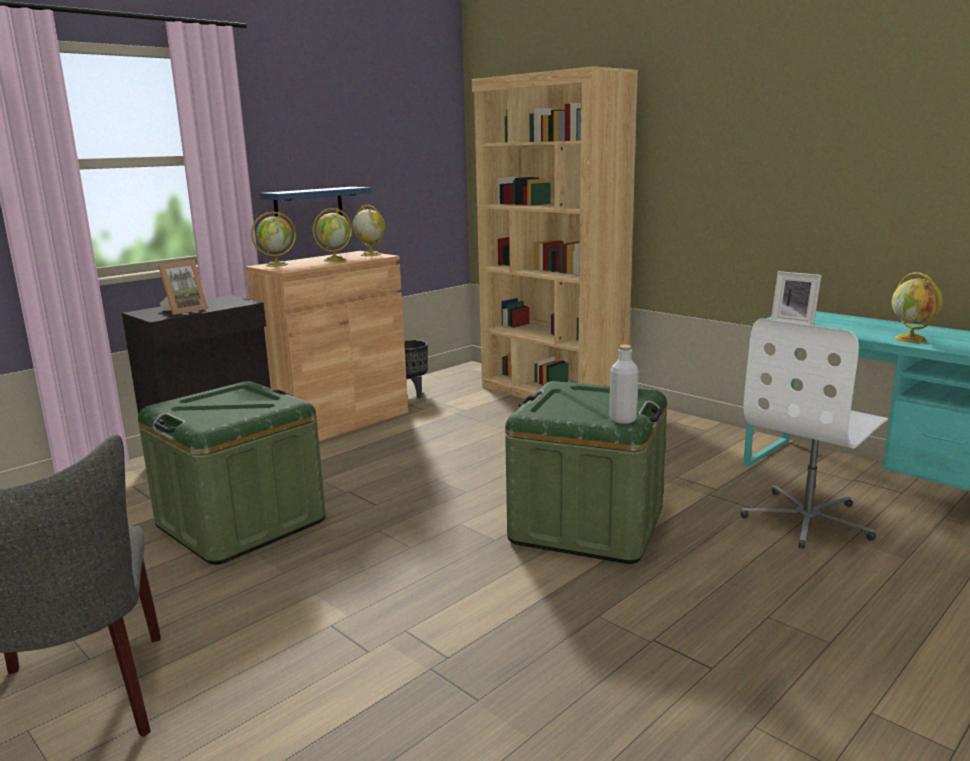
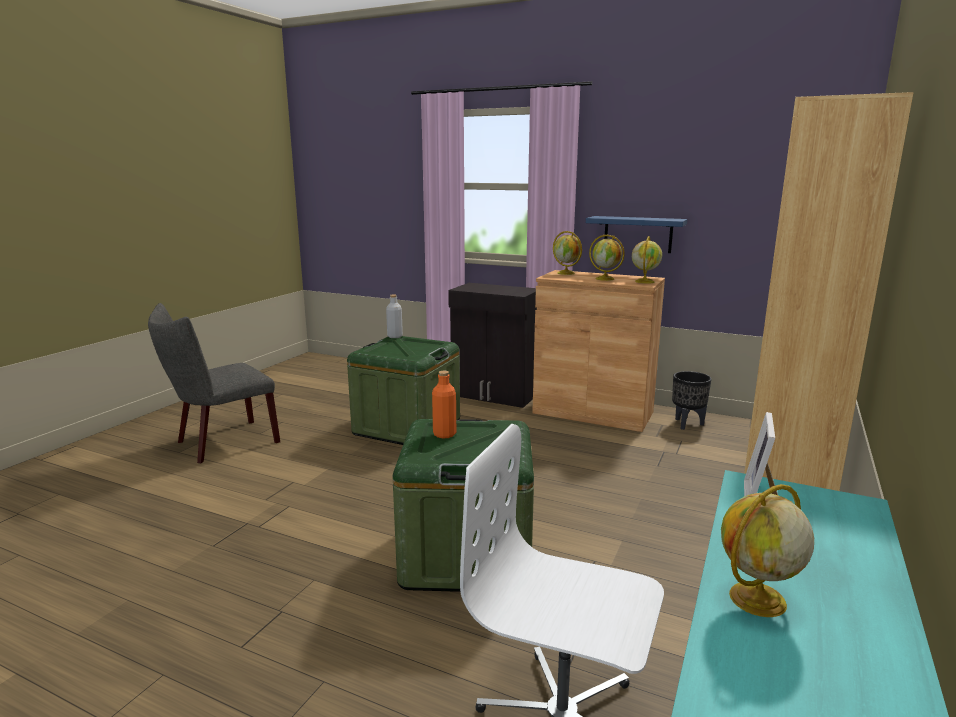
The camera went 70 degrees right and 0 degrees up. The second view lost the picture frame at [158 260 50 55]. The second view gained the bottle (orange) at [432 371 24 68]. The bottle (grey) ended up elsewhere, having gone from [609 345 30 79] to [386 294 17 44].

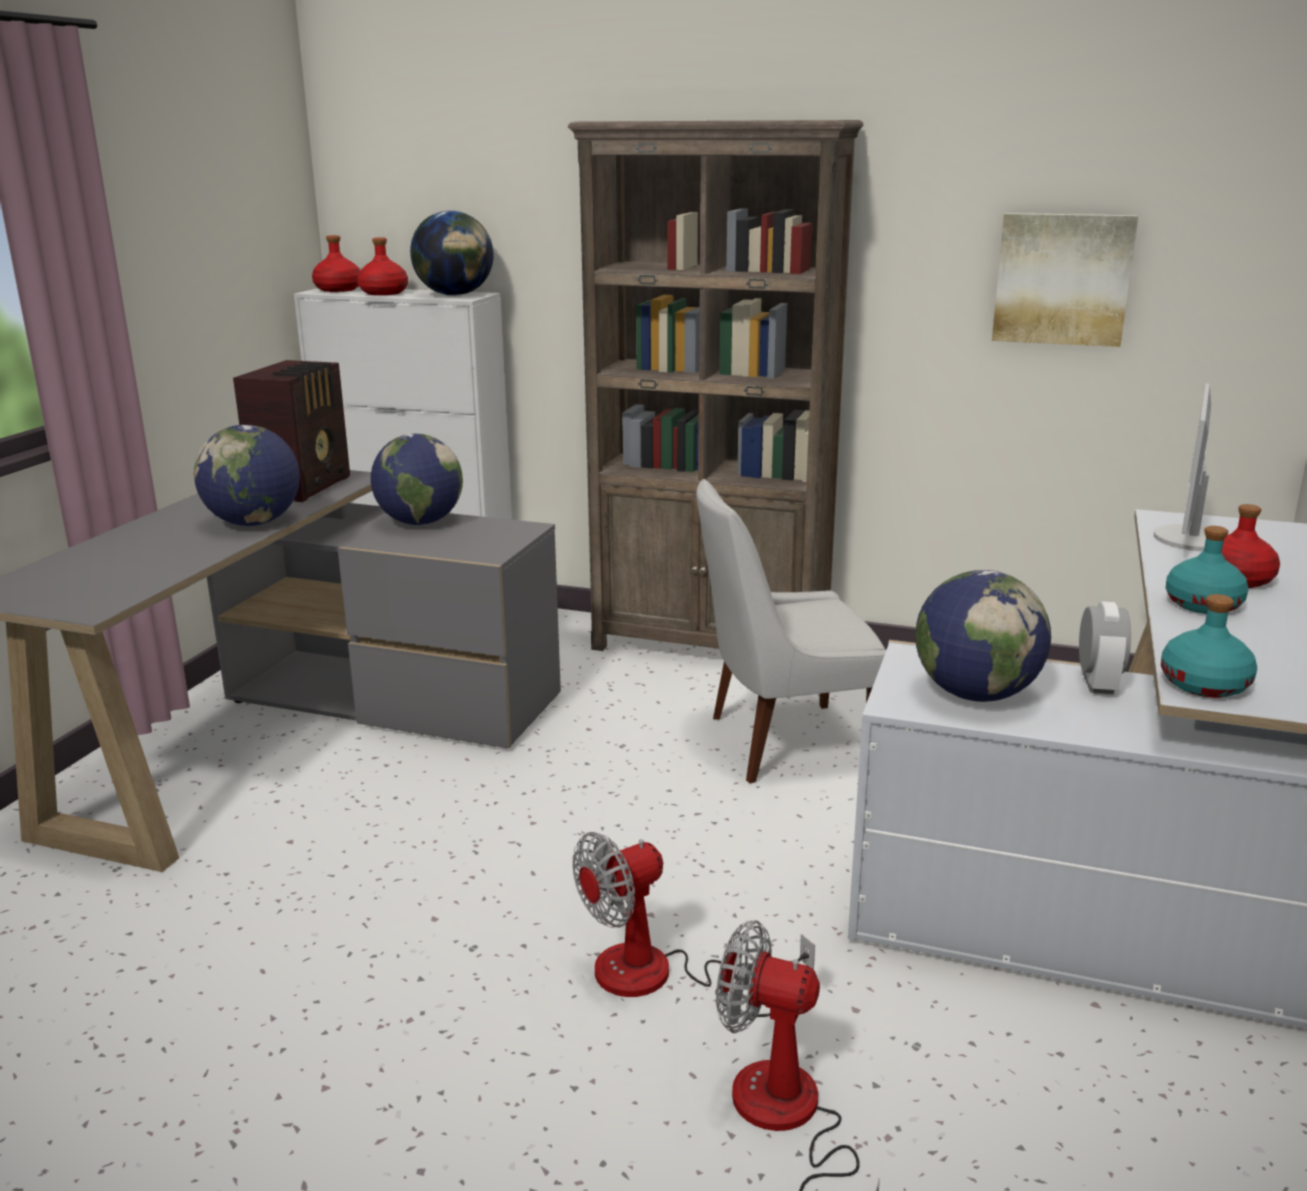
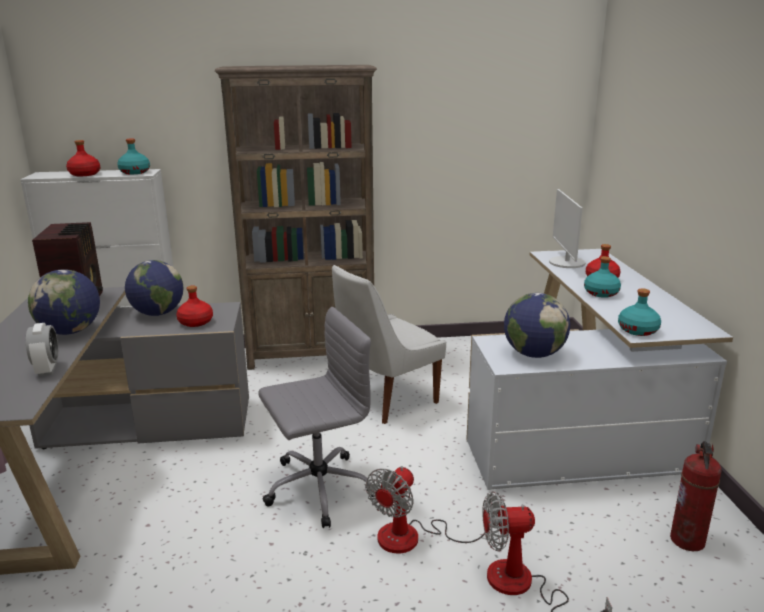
The camera went 25 degrees left and 0 degrees up. The second view lost the picture at [992 213 146 134]. The second view gained the office chair (grey) at [258 307 116 221]. The second view gained the fire extinguisher at [670 441 52 110]. The bottle (red) ended up elsewhere, having gone from [312 235 48 57] to [176 285 37 42]. The alarm clock ended up elsewhere, having gone from [1079 601 52 93] to [26 323 32 53]. Where the globe stood at [410 211 84 85], the bottle (turquoise) came to stand at [117 138 33 36].

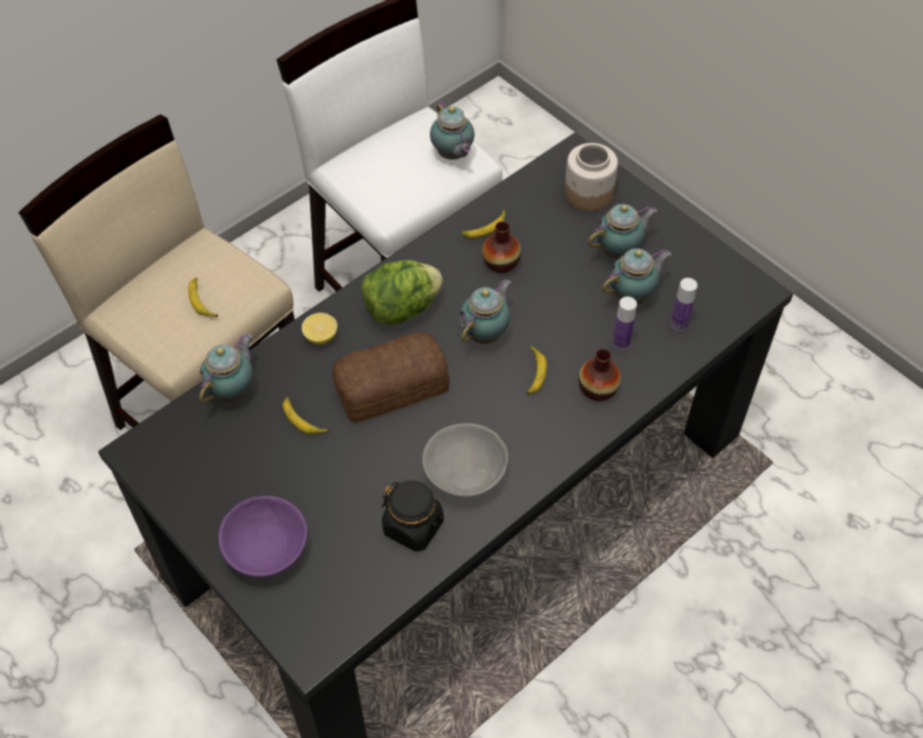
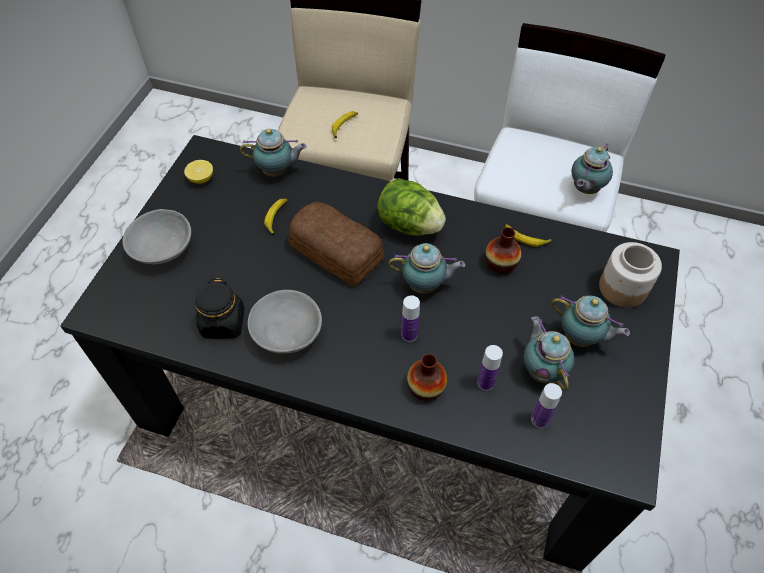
The camera went 60 degrees right and 0 degrees up. The lemon ended up elsewhere, having gone from [302 313 35 31] to [184 160 29 24]. Where the banana stood at [526 346 21 49], the bottle came to stand at [401 295 19 47]. What was the bowl (purple) at [218 496 89 81] turned into the bowl (grey) at [123 209 68 55]. The teapot at [602 248 70 56] ended up facing another way, 135 degrees counterclockwise from before.

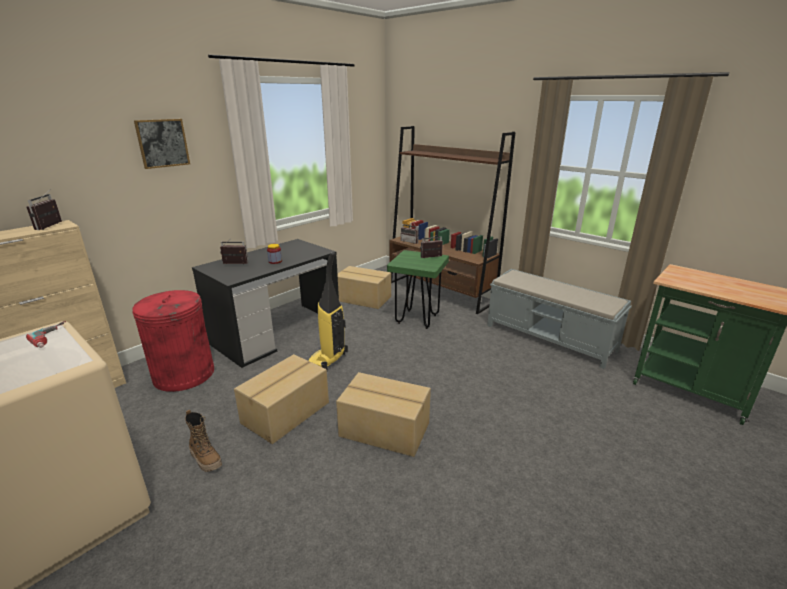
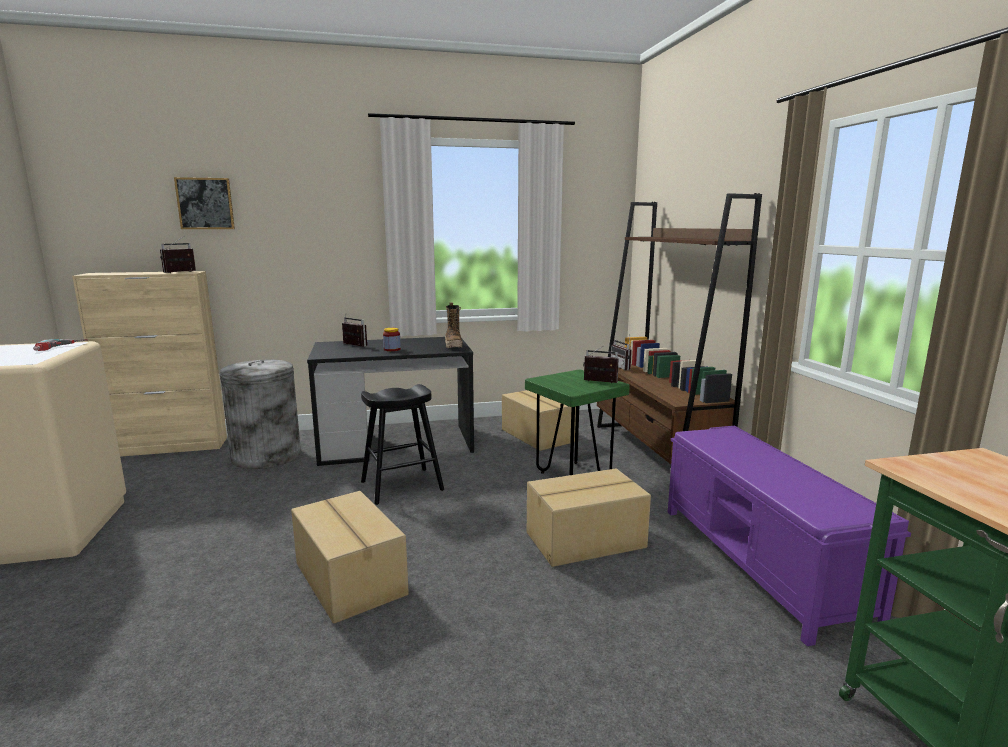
The camera went 35 degrees right and 10 degrees down. The picture ended up elsewhere, having gone from [134 119 56 50] to [174 177 61 52]. The boot ended up elsewhere, having gone from [185 410 37 62] to [445 302 18 46]. The cardboard box ended up elsewhere, having gone from [234 354 95 90] to [527 469 124 98]. Where the vacuum cleaner stood at [308 252 40 118], the stool (black) came to stand at [361 384 83 121]. What was the trash can (red) at [132 290 82 102] turned into the trash can (grey) at [220 360 81 109]. What was the bench (grey) at [487 269 145 100] turned into the bench (purple) at [668 426 243 220].

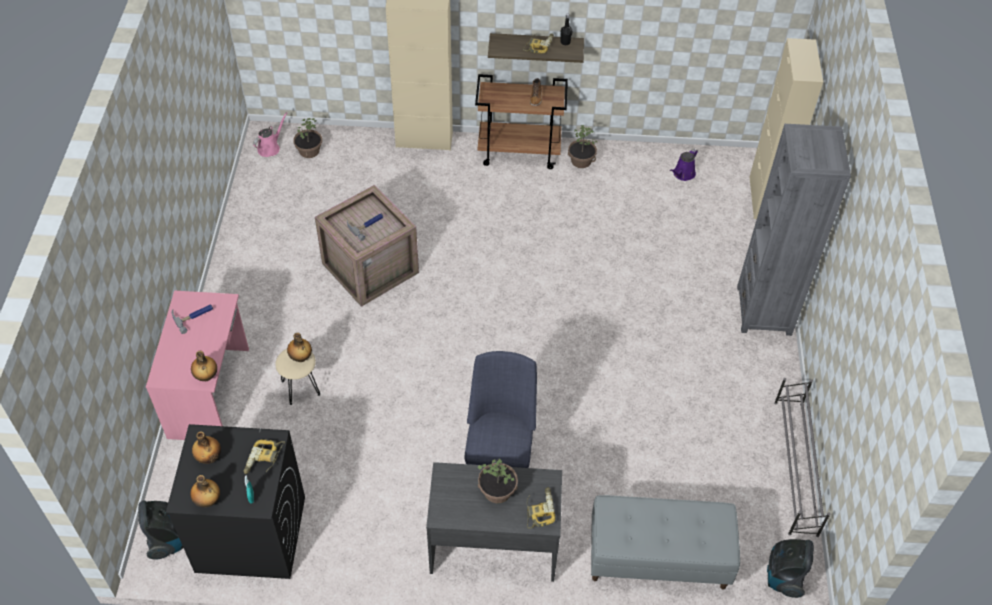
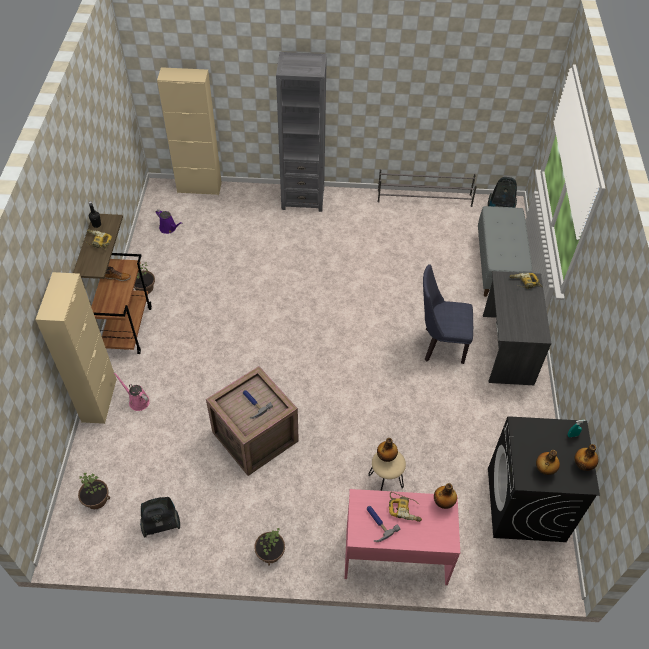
The camera went 90 degrees left and 0 degrees up. The vacuum cleaner ended up elsewhere, having gone from [138 500 45 60] to [140 497 40 40]. The power drill ended up elsewhere, having gone from [244 440 41 34] to [389 492 33 30]. The watering can (pink) ended up elsewhere, having gone from [253 112 34 45] to [114 372 36 39]. The potted plant ended up elsewhere, having gone from [477 459 41 44] to [254 528 31 38].

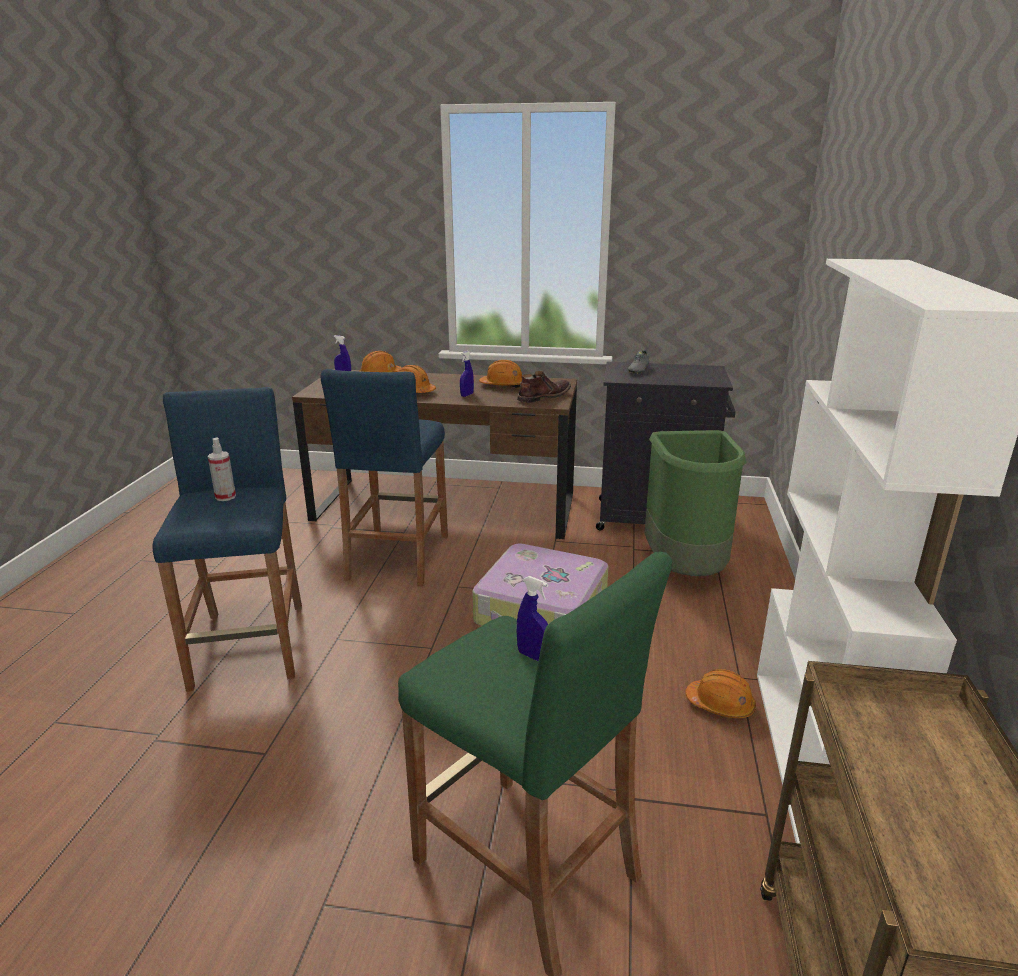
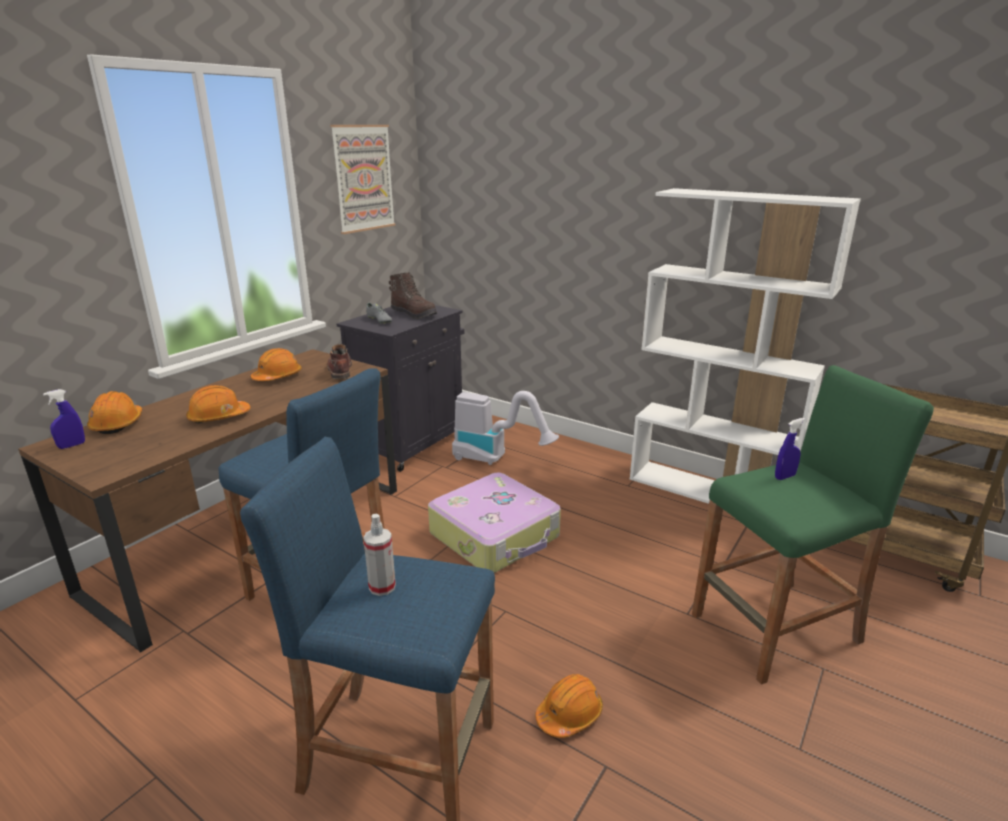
The camera went 65 degrees left and 0 degrees up. The second view lost the spray bottle (blue) at [460 351 14 46]. The second view gained the picture at [330 125 66 109]. The second view gained the boot (brown) at [389 272 48 47]. The hard hat (orange) ended up elsewhere, having gone from [685 669 71 49] to [535 674 68 64]. Where the trash can (green) stood at [644 430 102 146], the vacuum cleaner came to stand at [452 391 107 74].

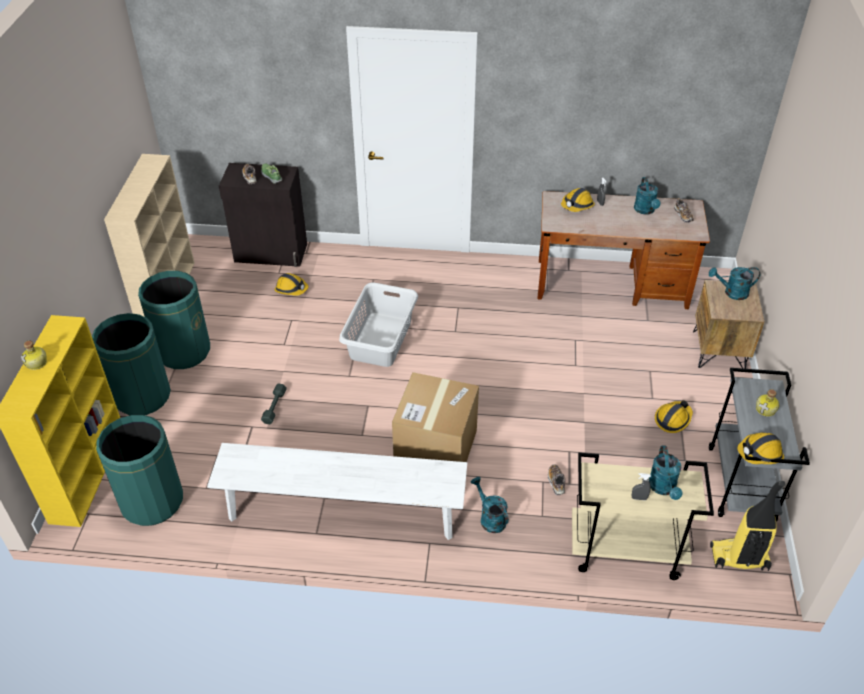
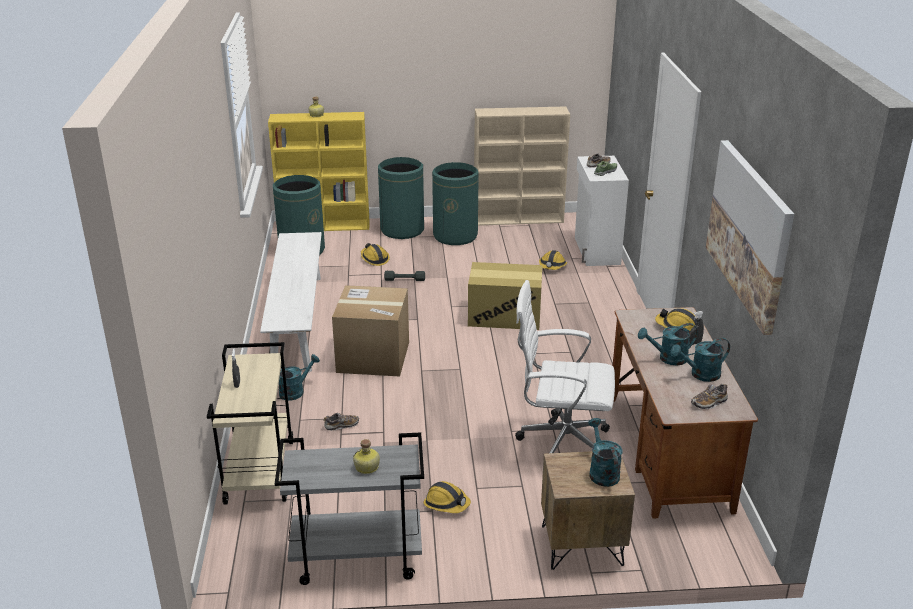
The camera went 80 degrees right and 15 degrees down. The second view lost the vacuum cleaner at [710 481 75 90]. The second view gained the office chair (white) at [515 280 100 173]. The second view gained the picture at [706 140 88 195]. The watering can (turquoise) ended up elsewhere, having gone from [649 445 34 55] to [638 323 60 43]. The hard hat ended up elsewhere, having gone from [737 432 47 32] to [361 243 29 23]. Where the laundry basket (grey) stood at [339 282 79 85], the cardboard box came to stand at [468 262 75 68]. What was the cabinet (black) at [219 163 88 104] turned into the cabinet (white) at [575 156 54 110].

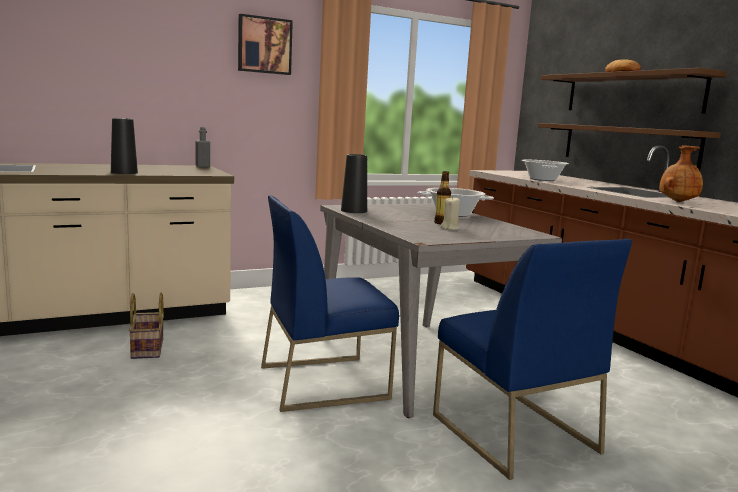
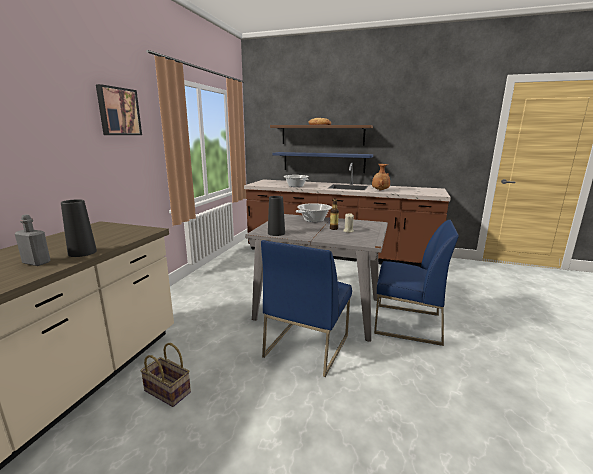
The camera went 45 degrees left and 5 degrees up. The bottle (grey) ended up elsewhere, having gone from [195 127 15 41] to [15 214 35 52]. What was the shelf (brown) at [538 123 183 48] turned into the shelf (blue) at [272 152 101 21].

